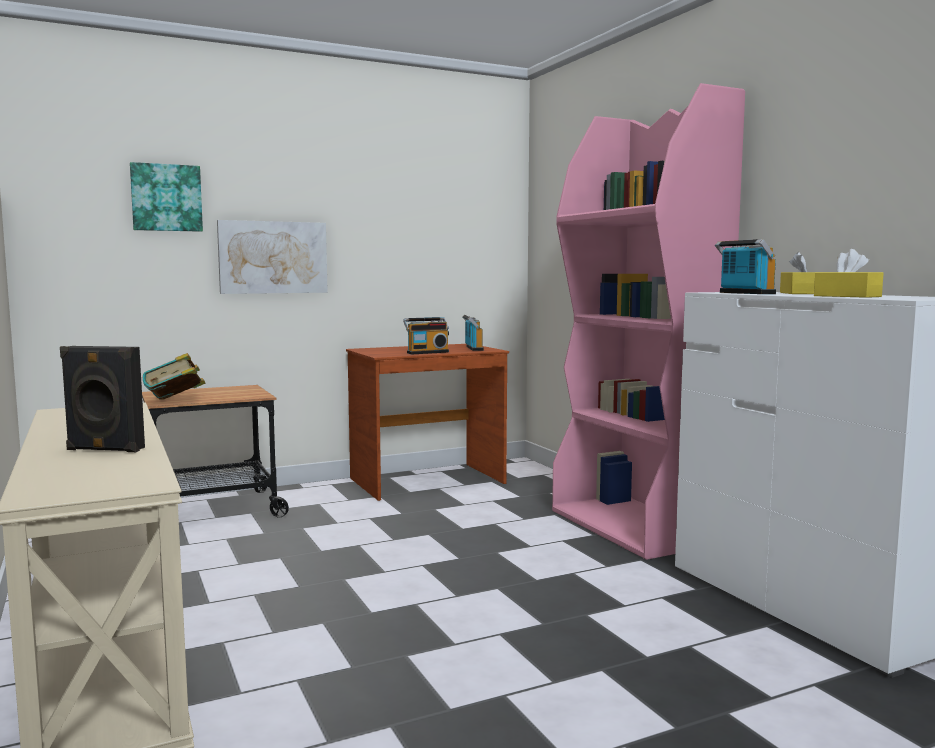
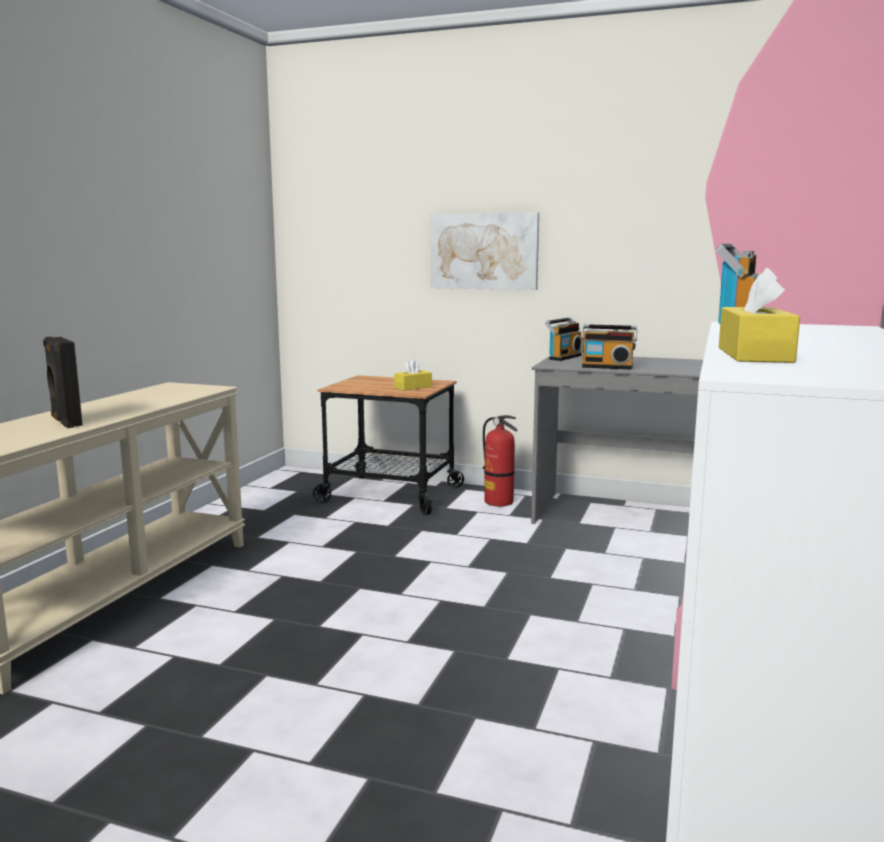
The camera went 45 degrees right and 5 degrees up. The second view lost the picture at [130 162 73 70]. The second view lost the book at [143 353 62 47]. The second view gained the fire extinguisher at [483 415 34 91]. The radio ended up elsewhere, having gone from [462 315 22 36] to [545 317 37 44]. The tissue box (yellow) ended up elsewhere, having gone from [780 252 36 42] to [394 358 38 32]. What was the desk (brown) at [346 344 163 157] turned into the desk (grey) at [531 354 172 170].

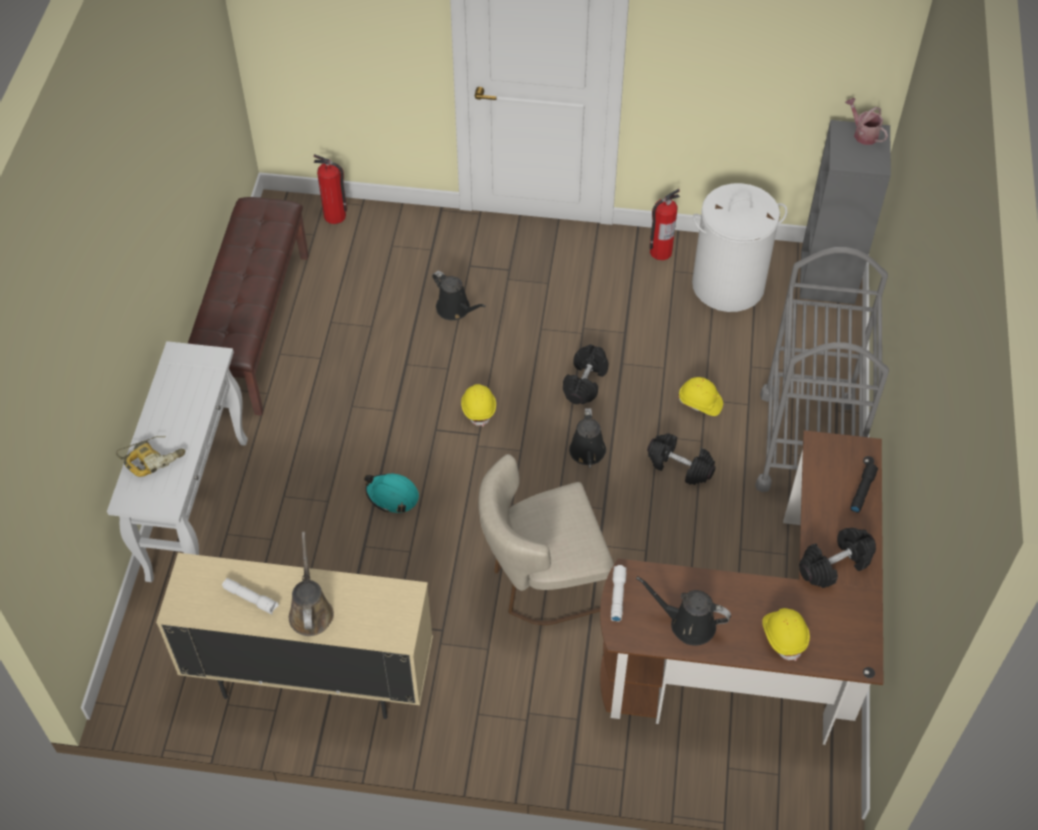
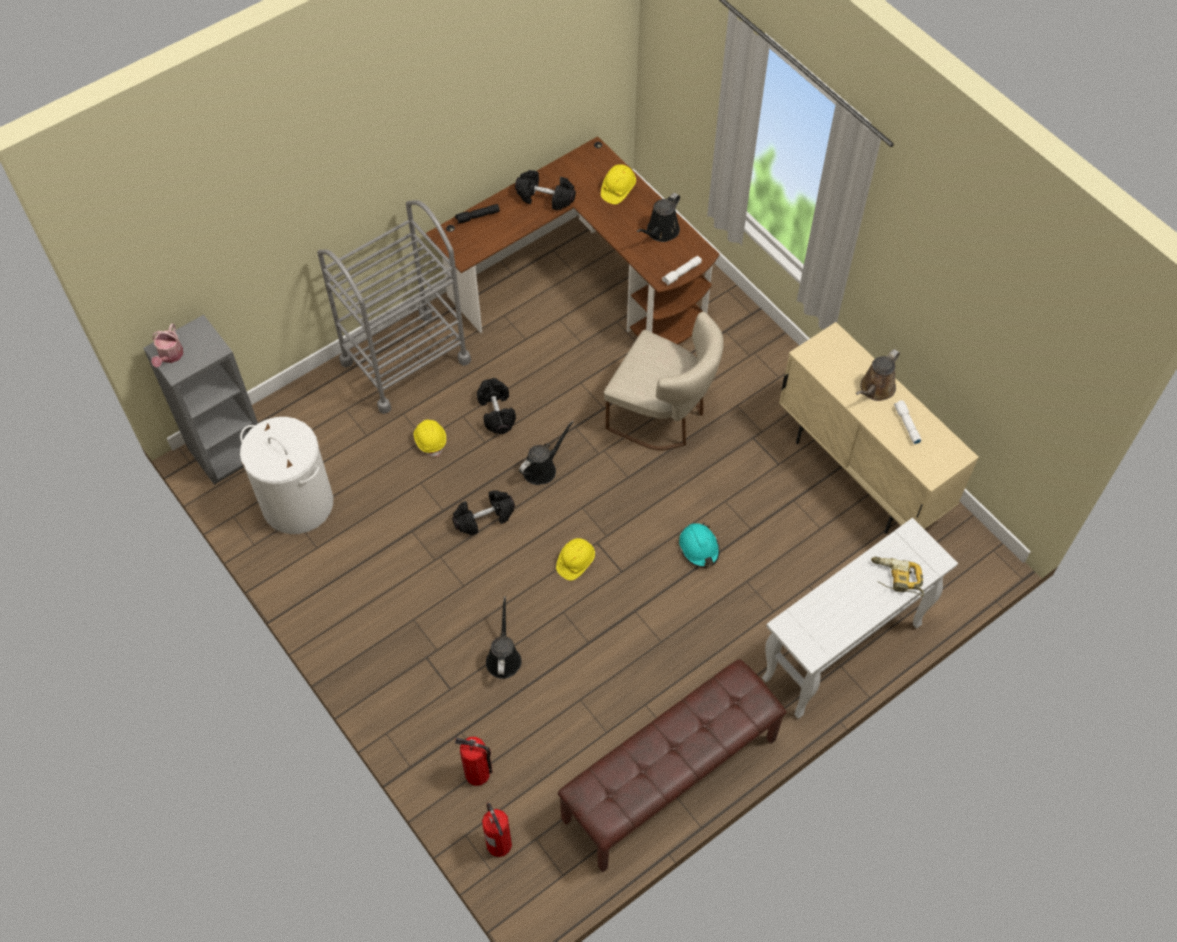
The camera went 135 degrees left and 5 degrees up. The fire extinguisher ended up elsewhere, having gone from [650 189 30 71] to [455 737 37 49]. The watering can (black) at [636 576 95 70] ended up facing another way, 60 degrees clockwise from before.

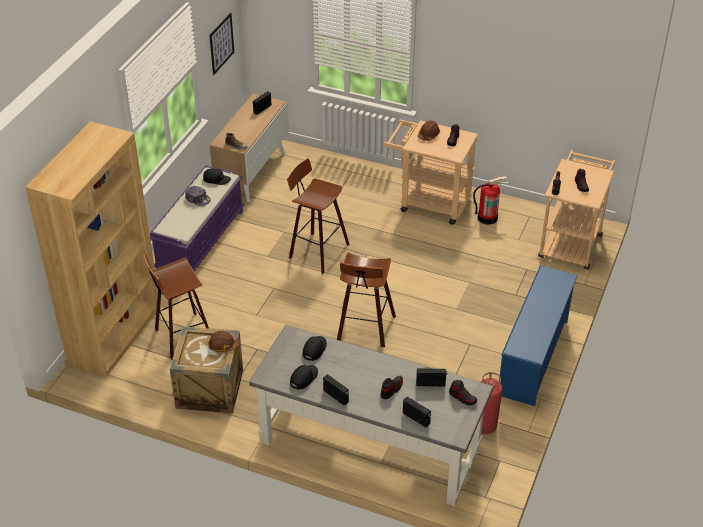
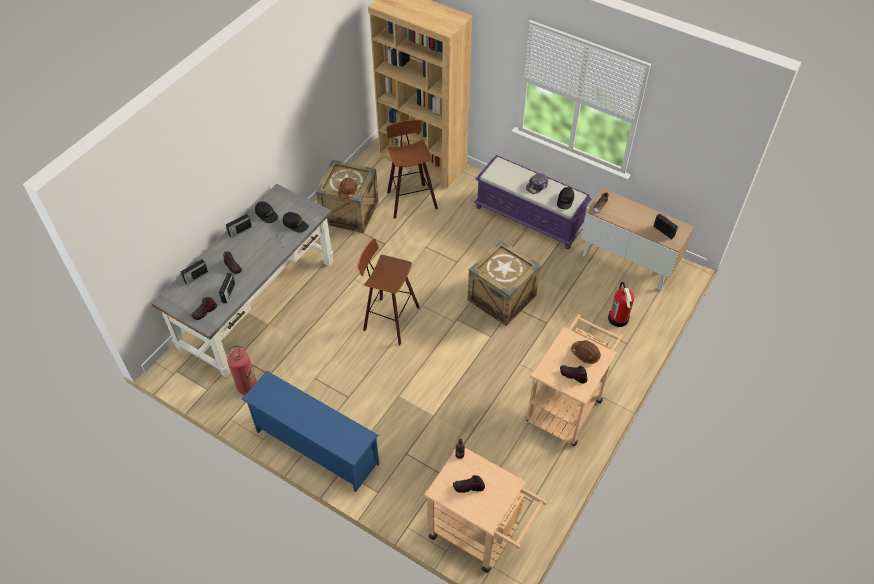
The camera went 100 degrees right and 10 degrees up. The second view lost the picture at [209 13 25 62]. The fire extinguisher ended up elsewhere, having gone from [473 176 36 49] to [608 282 26 45]. Where the stool stood at [287 158 62 116], the crate came to stand at [467 240 74 86].

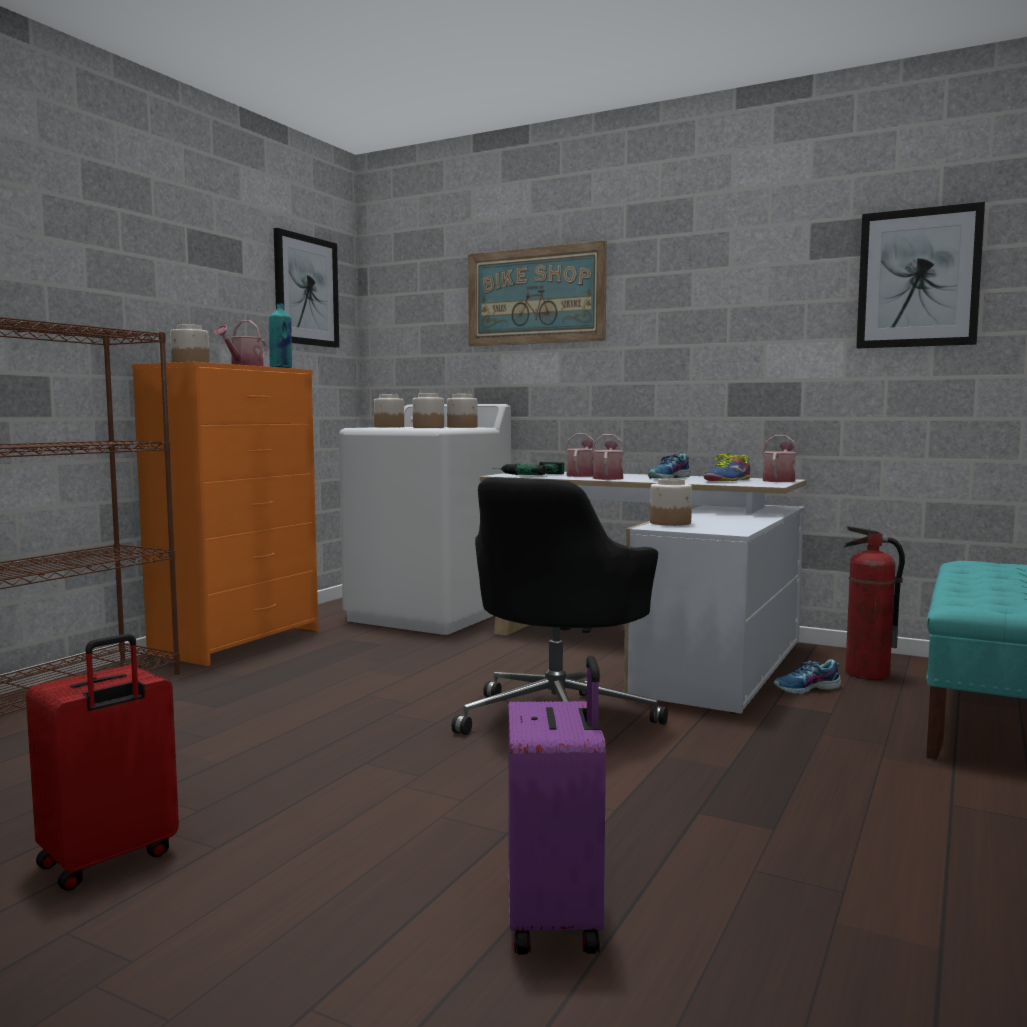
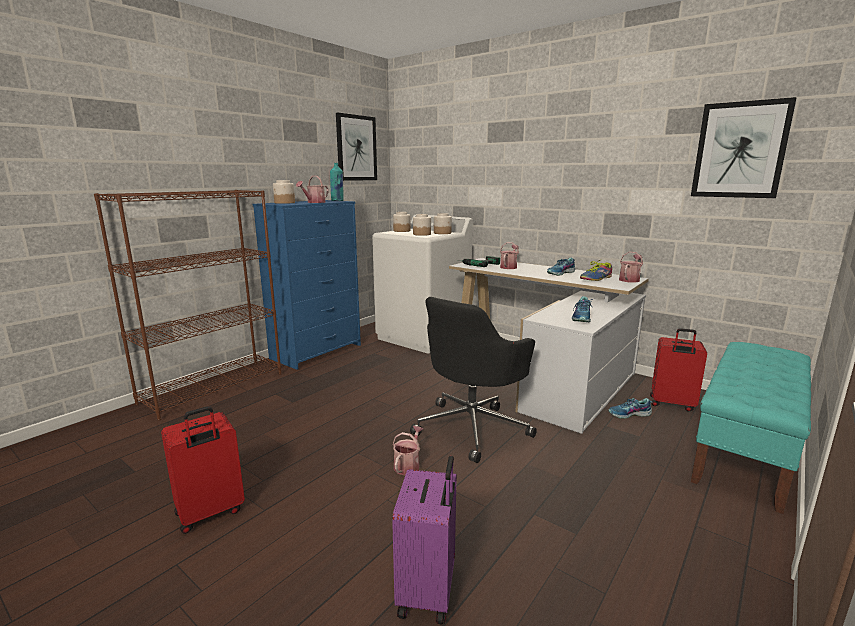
The camera went 10 degrees right and 10 degrees up. The second view lost the picture at [468 240 139 107]. The second view lost the jar at [650 478 42 48]. The second view gained the shoe at [572 296 21 27]. The watering can ended up elsewhere, having gone from [591 434 34 46] to [393 426 30 49]. Where the fire extinguisher stood at [844 526 61 154], the suitcase (red) came to stand at [650 328 57 84]. What was the dresser (orange) at [132 362 186 304] turned into the dresser (blue) at [253 200 108 170].

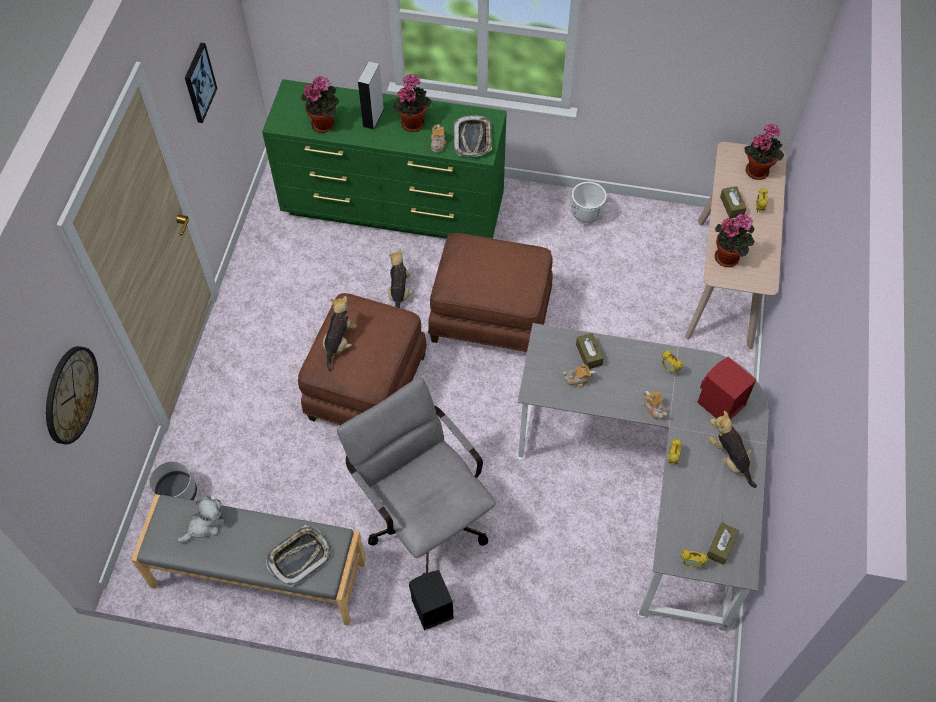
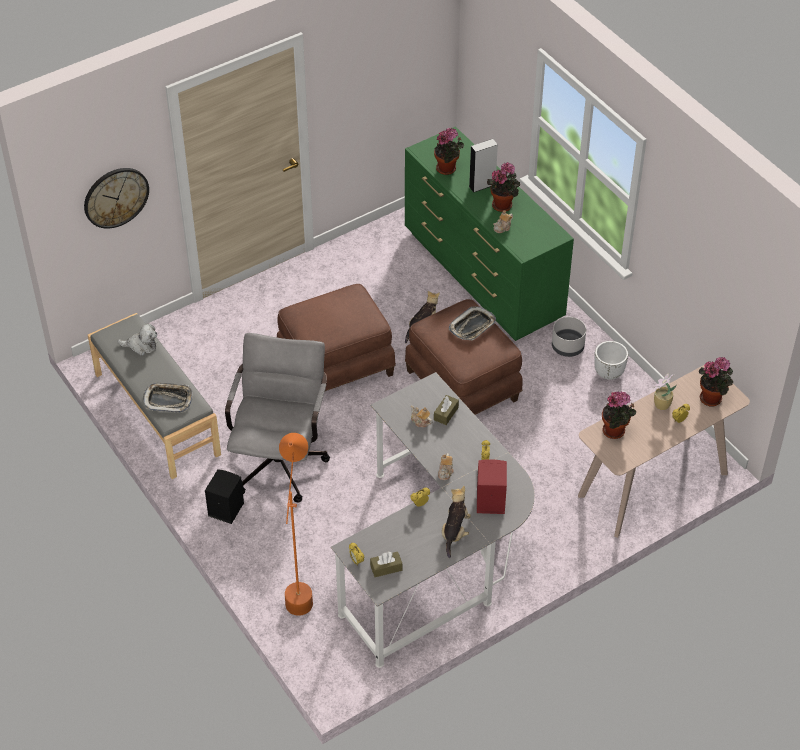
The camera went 45 degrees right and 10 degrees down. The second view lost the picture at [185 43 32 80]. The second view lost the plush toy at [323 296 34 75]. The second view gained the floor lamp (orange) at [279 433 34 183]. The planter (grey) ended up elsewhere, having gone from [149 461 48 39] to [552 317 34 40]. The tray ended up elsewhere, having gone from [453 115 39 42] to [449 306 47 34]. Where the tissue box (brown) stood at [720 186 26 32], the potted plant came to stand at [654 373 23 37].

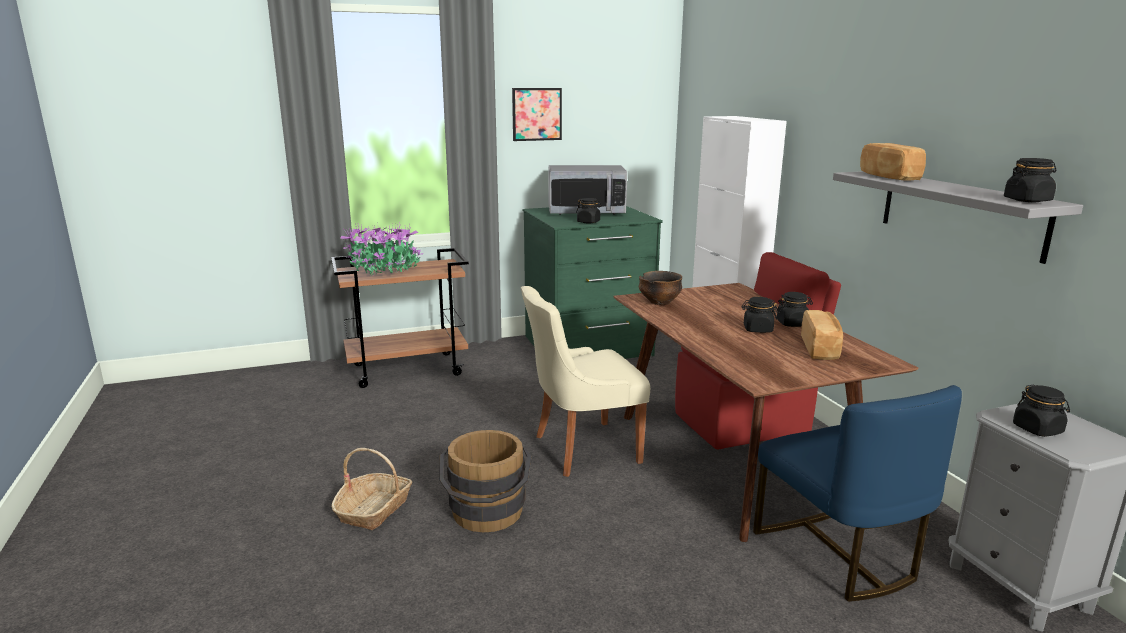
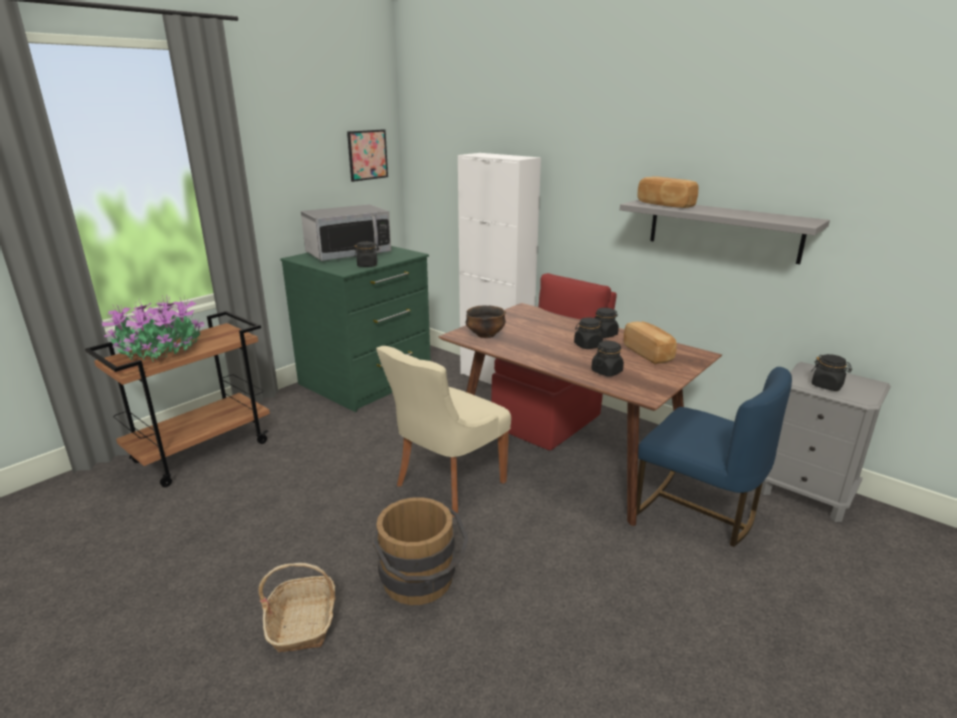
The camera went 30 degrees left and 5 degrees up. The picture ended up elsewhere, having gone from [512 88 50 53] to [347 129 41 53]. The jar (black) ended up elsewhere, having gone from [1004 158 52 44] to [591 341 33 36].

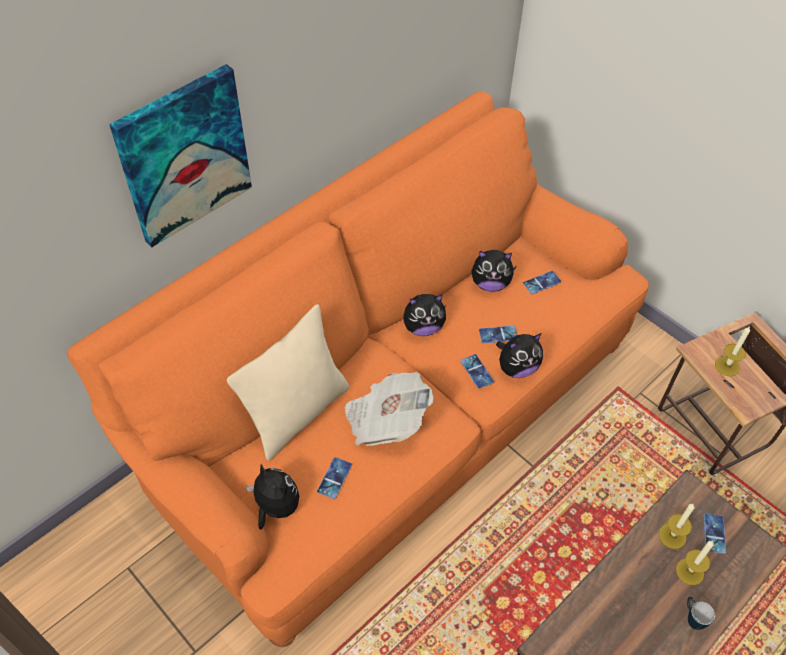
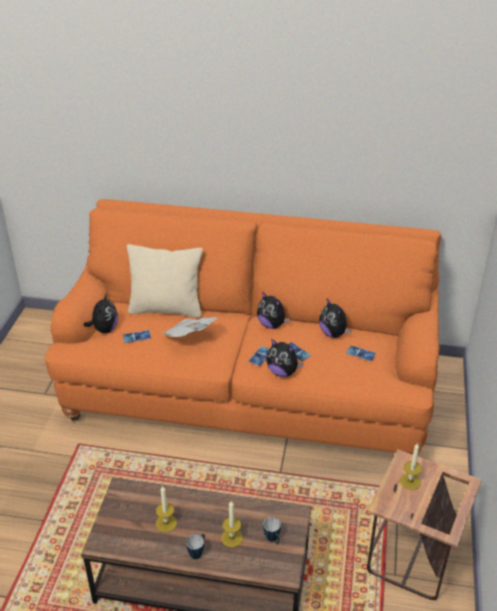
The camera went 55 degrees right and 15 degrees down. The second view lost the picture at [109 64 143 183]. The candle ended up elsewhere, having gone from [659 503 36 46] to [156 486 21 46]. Where the phone stood at [704 513 22 41], the mug came to stand at [263 517 18 27].

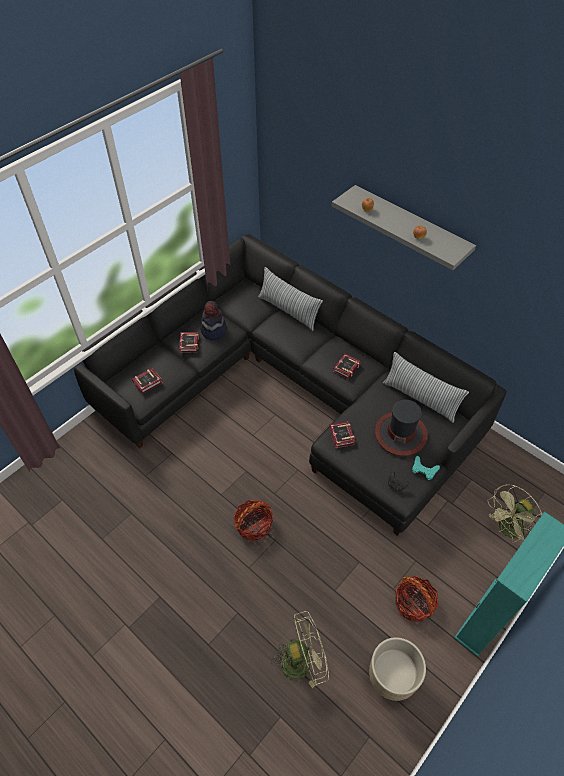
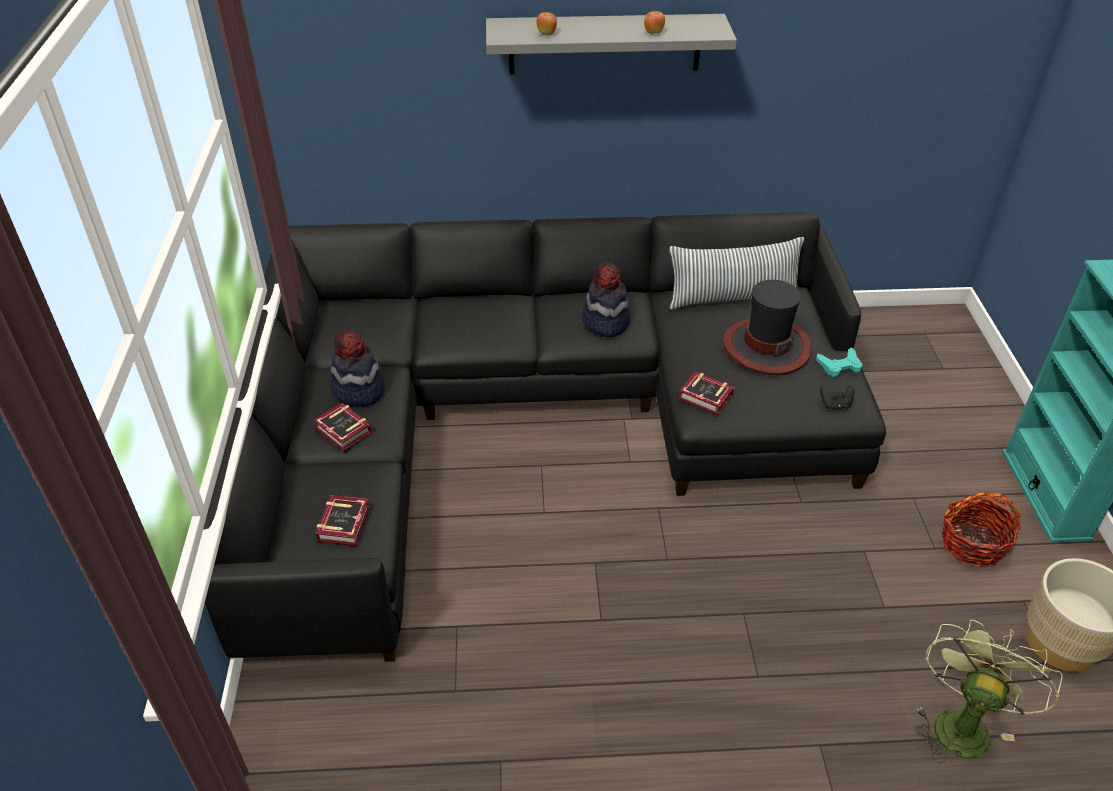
The camera went 45 degrees left and 10 degrees down. The second view lost the basket at [233 500 41 41]. The second view lost the pillow at [258 267 65 64]. The second view lost the fan (green) at [487 484 55 59]. Where the book stood at [333 353 28 27], the hat came to stand at [582 262 49 75].

